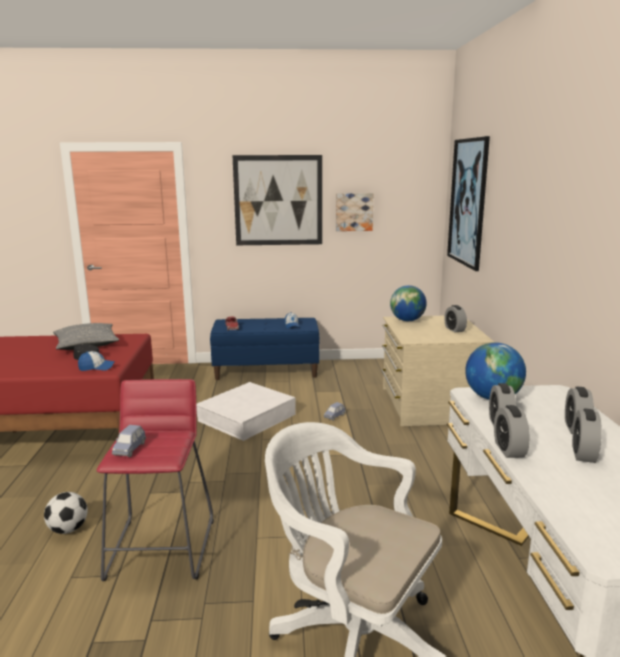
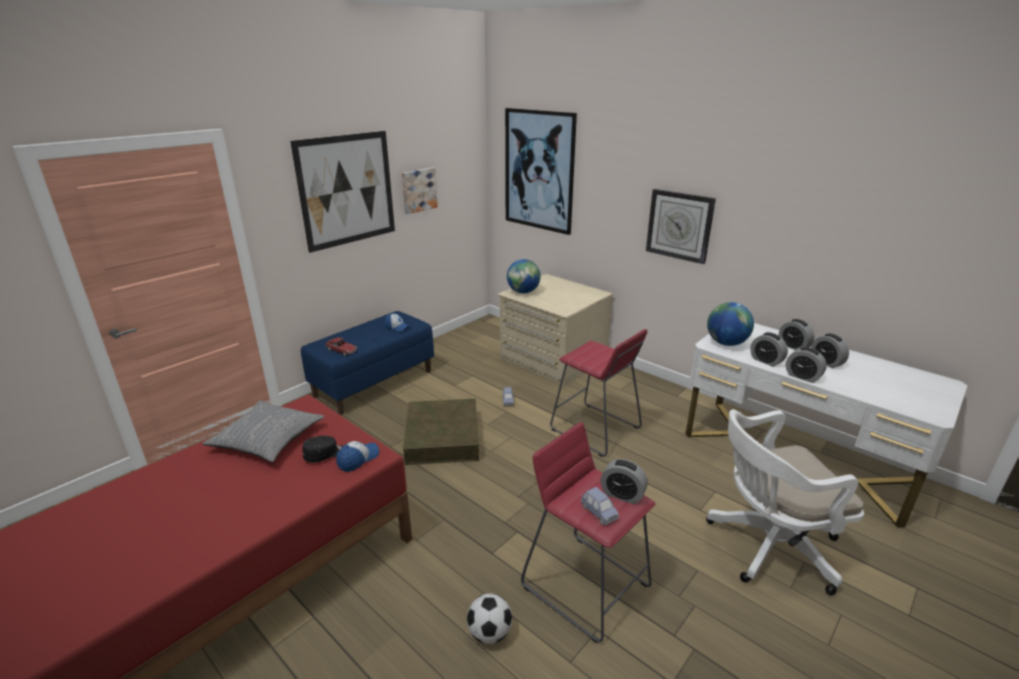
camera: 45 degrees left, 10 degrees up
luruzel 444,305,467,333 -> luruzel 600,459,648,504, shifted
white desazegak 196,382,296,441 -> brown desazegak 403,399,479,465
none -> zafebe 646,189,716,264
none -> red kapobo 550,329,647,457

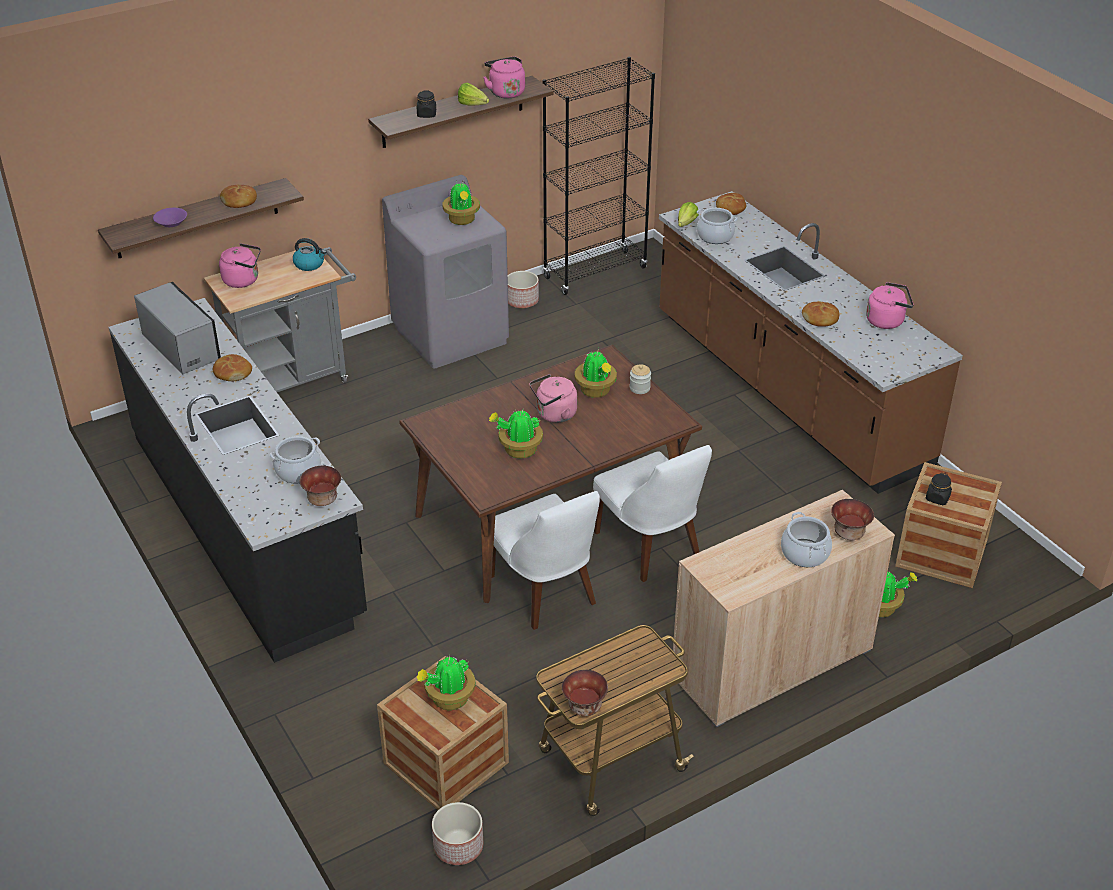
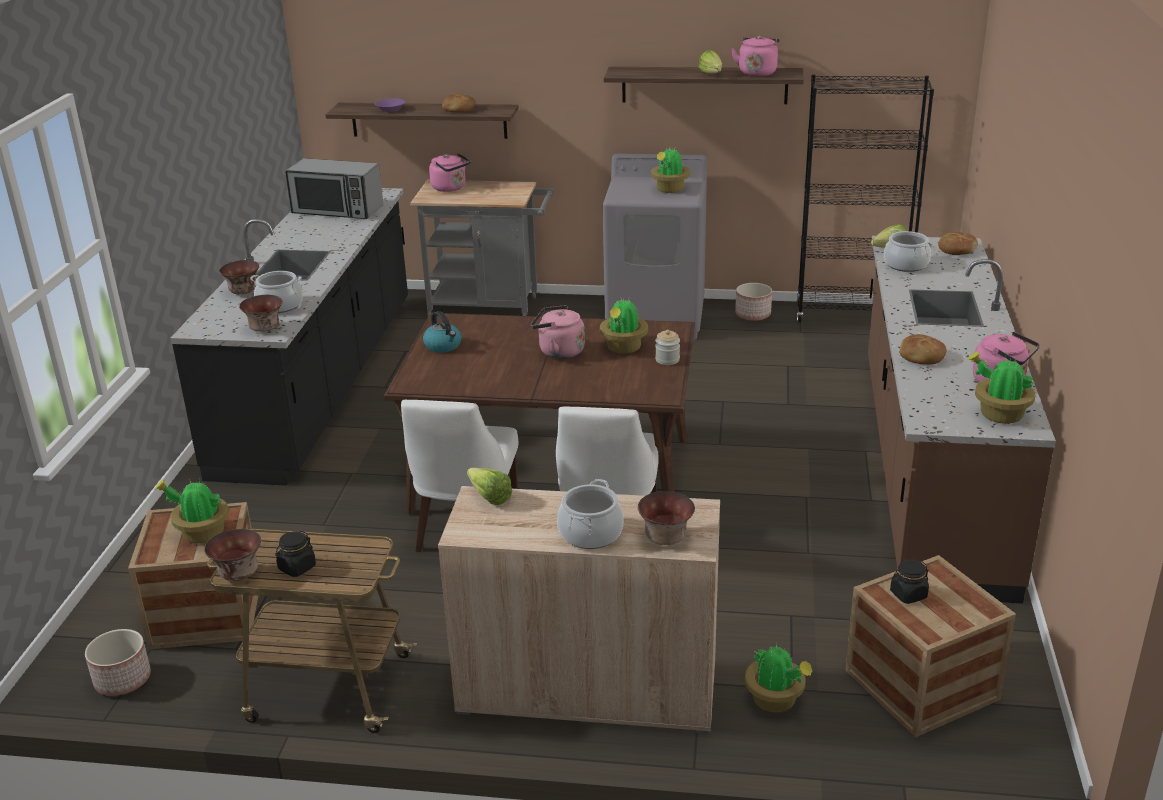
camera: 40 degrees right, 10 degrees down
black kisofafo 417,90,436,118 -> black kisofafo 275,531,316,577, shifted
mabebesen 293,238,326,271 -> mabebesen 423,311,462,353, shifted
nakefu 134,282,221,374 -> nakefu 285,158,383,219, 105 degrees clockwise
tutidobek 213,354,252,381 -> none
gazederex 489,410,543,458 -> gazederex 967,351,1037,424, shifted
none -> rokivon 219,260,259,294
none -> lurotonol 467,468,512,505

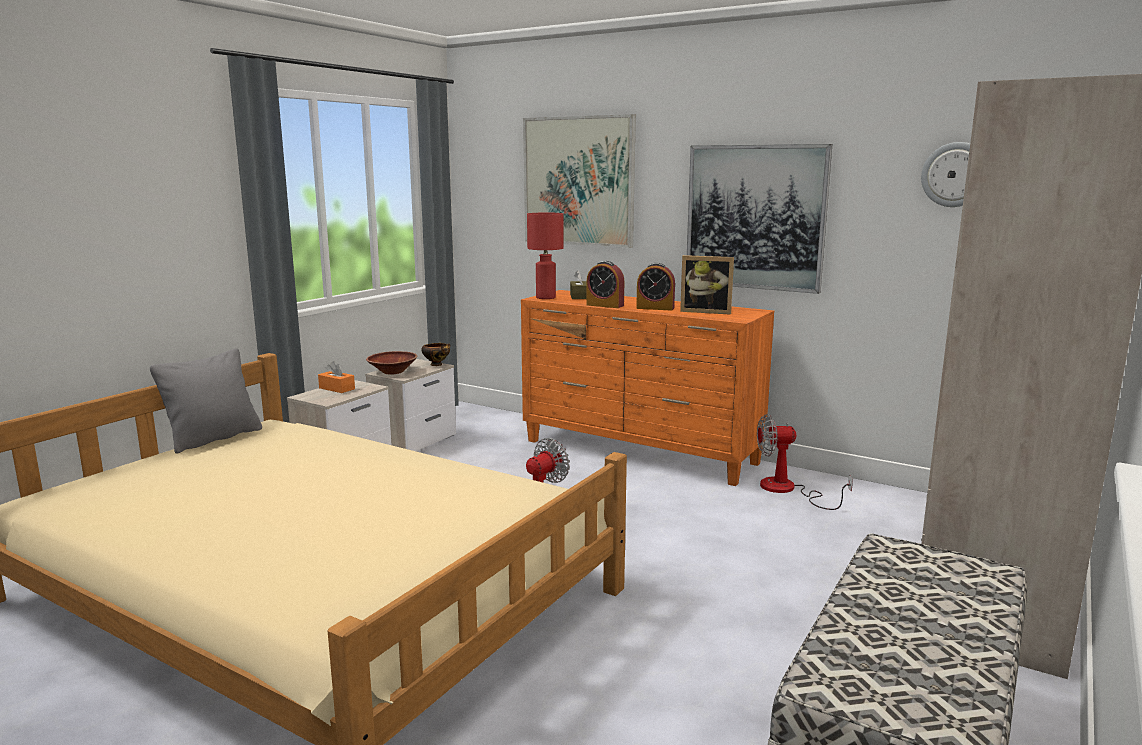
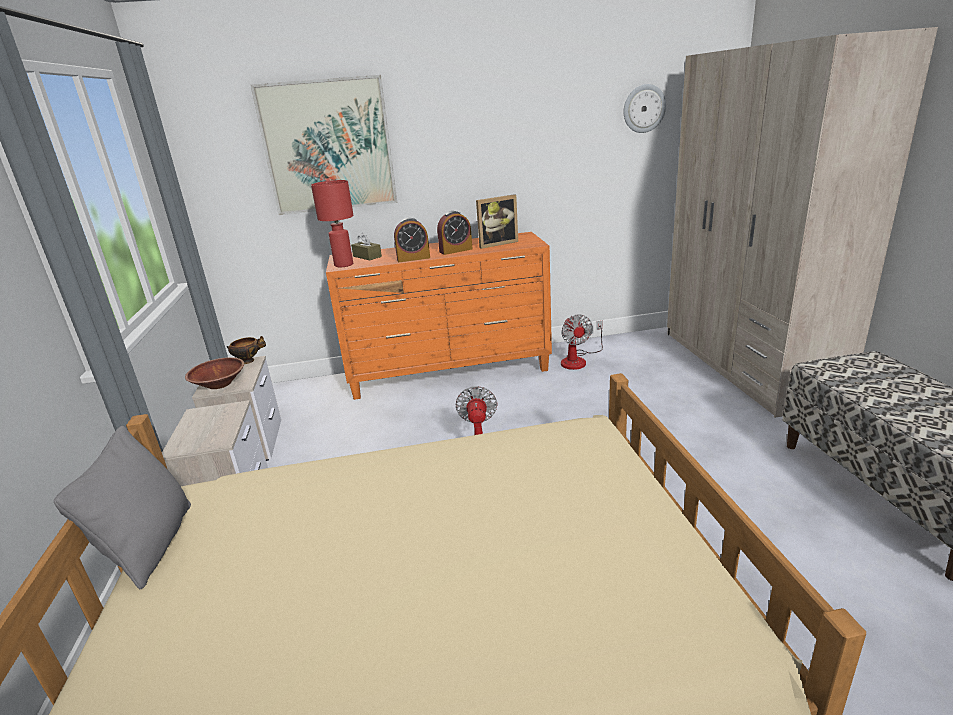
camera: 40 degrees left, 10 degrees up
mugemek 687,144,832,294 -> none
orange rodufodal 318,361,355,393 -> none
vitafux 757,414,853,510 -> vitafux 561,314,603,370, 60 degrees counterclockwise

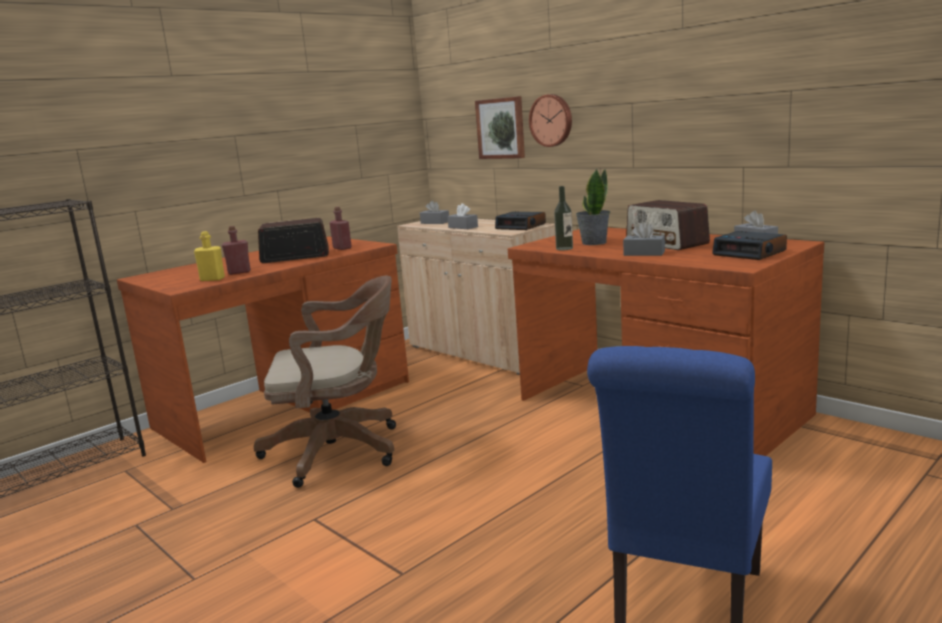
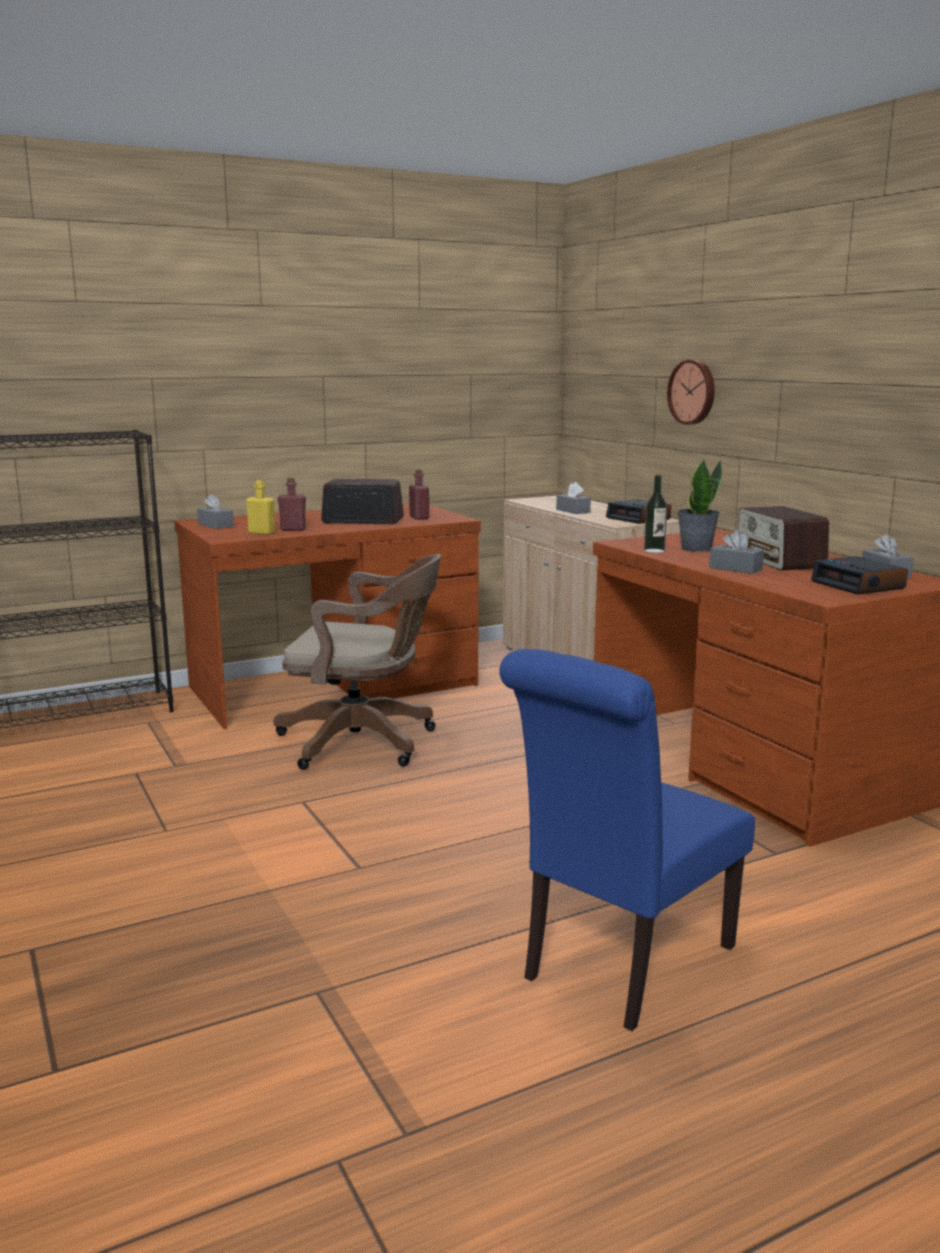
camera: 15 degrees right, 0 degrees up
mugemek 475,96,525,159 -> none
grey rodufodal 420,200,449,224 -> grey rodufodal 197,494,234,529, shifted

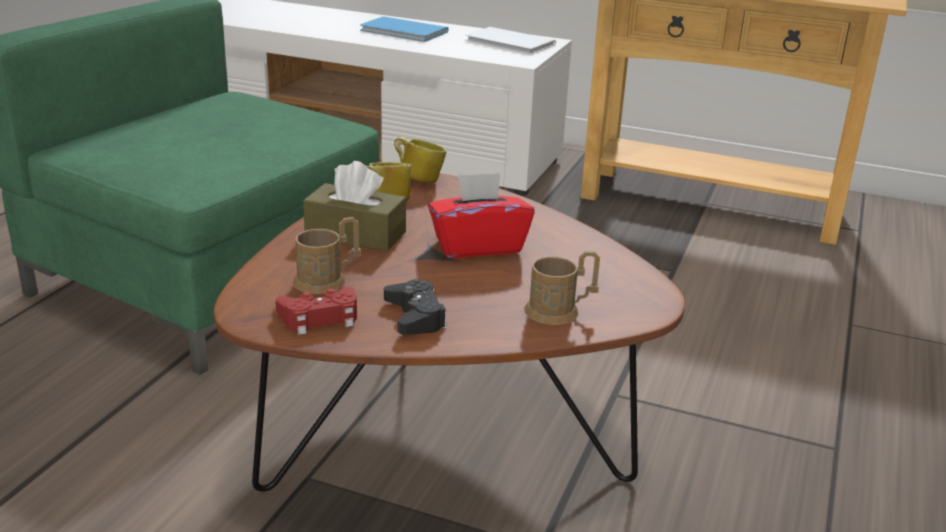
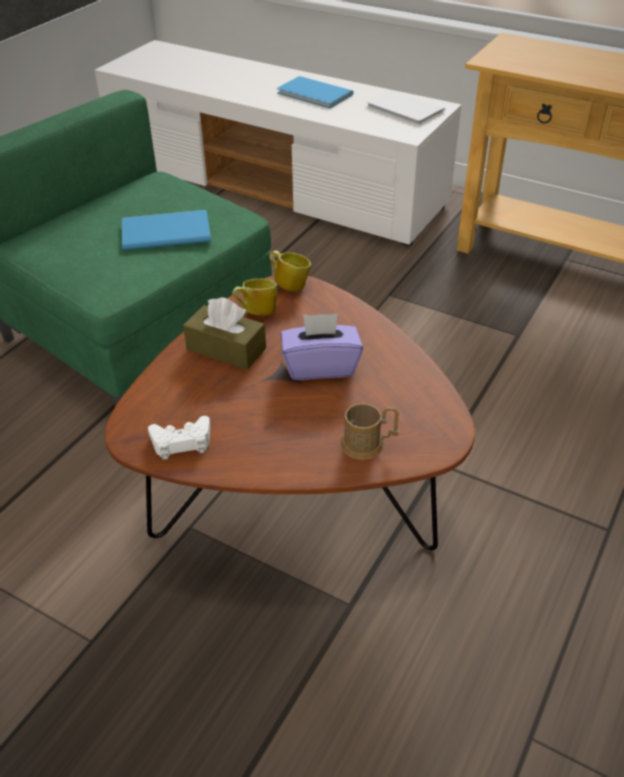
camera: 10 degrees right, 15 degrees up
red rodufodal 428,173,535,258 -> purple rodufodal 281,314,363,380
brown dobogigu 293,217,361,294 -> none
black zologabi 384,279,447,335 -> none
red zologabi 275,287,357,335 -> white zologabi 148,416,210,460
none -> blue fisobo 122,210,211,250

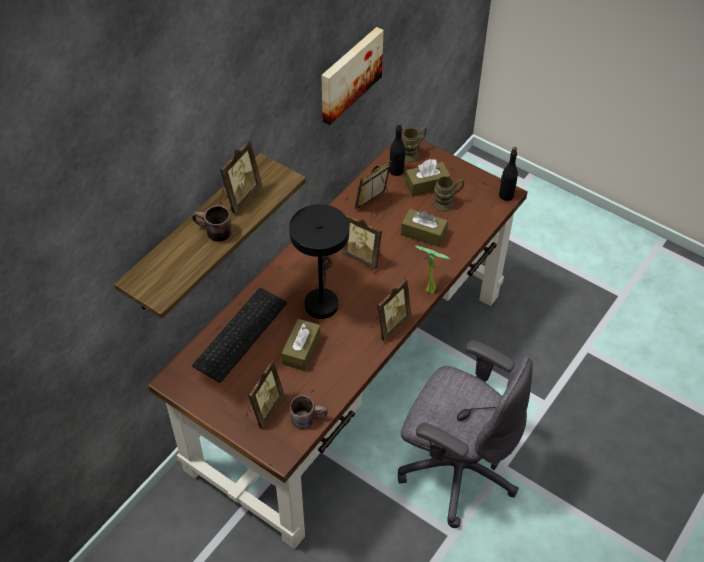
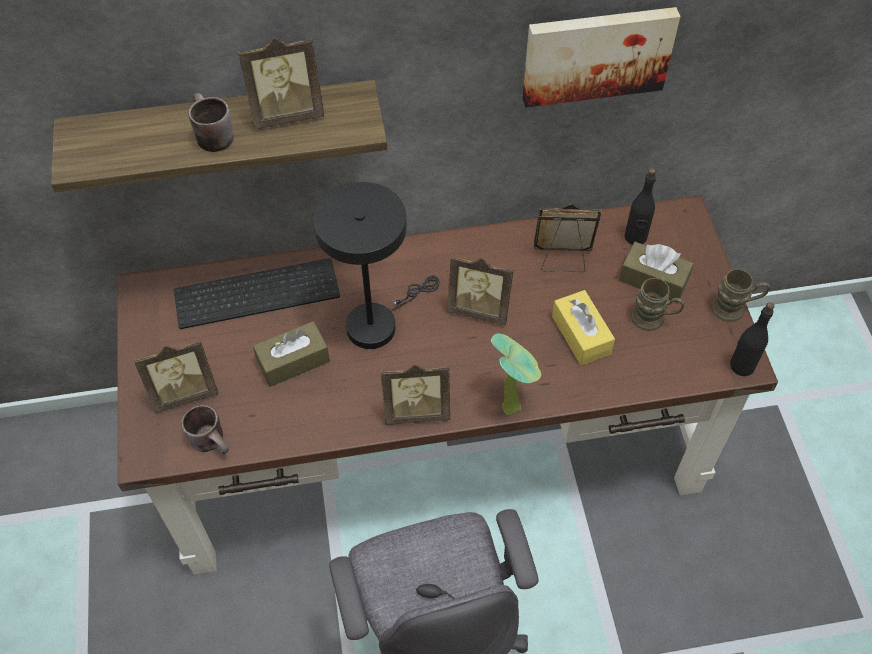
camera: 45 degrees right, 5 degrees up
brown dobogigu 402,127,427,162 -> brown dobogigu 711,269,770,322, shifted
brown rodufodal 401,209,448,247 -> yellow rodufodal 552,290,615,365
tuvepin 341,214,382,270 -> tuvepin 447,256,514,325, 60 degrees counterclockwise

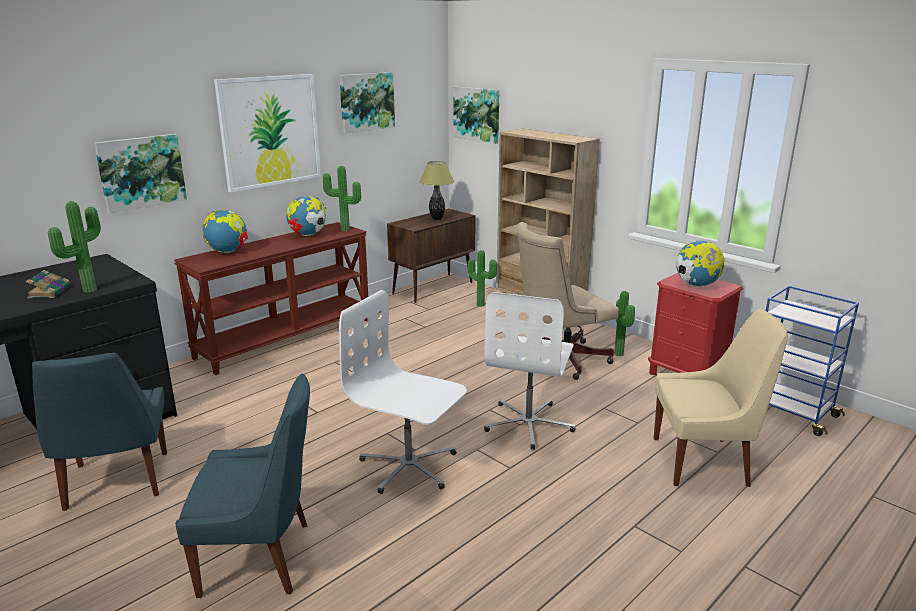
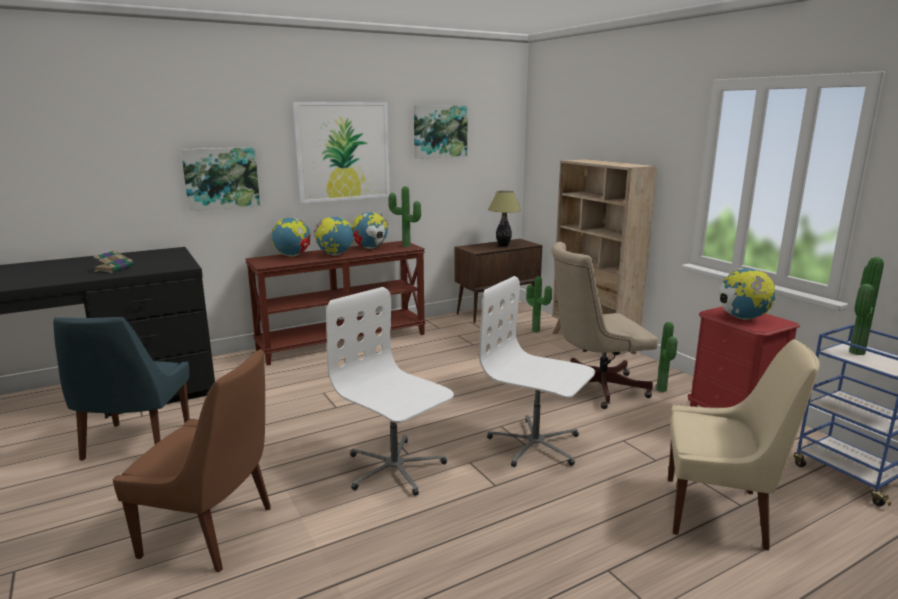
camera: 15 degrees right, 5 degrees down
mugemek 453,86,499,144 -> none
gazederex 48,201,101,293 -> gazederex 849,257,884,355, shifted
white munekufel 484,292,575,450 -> white munekufel 479,276,595,467, 90 degrees clockwise
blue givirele 175,373,310,598 -> brown givirele 113,349,271,572
none -> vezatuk 314,216,353,255

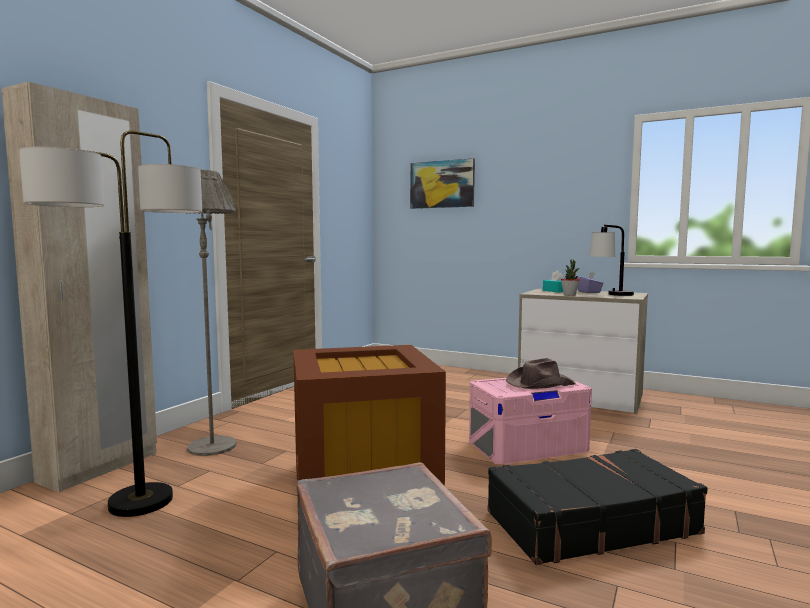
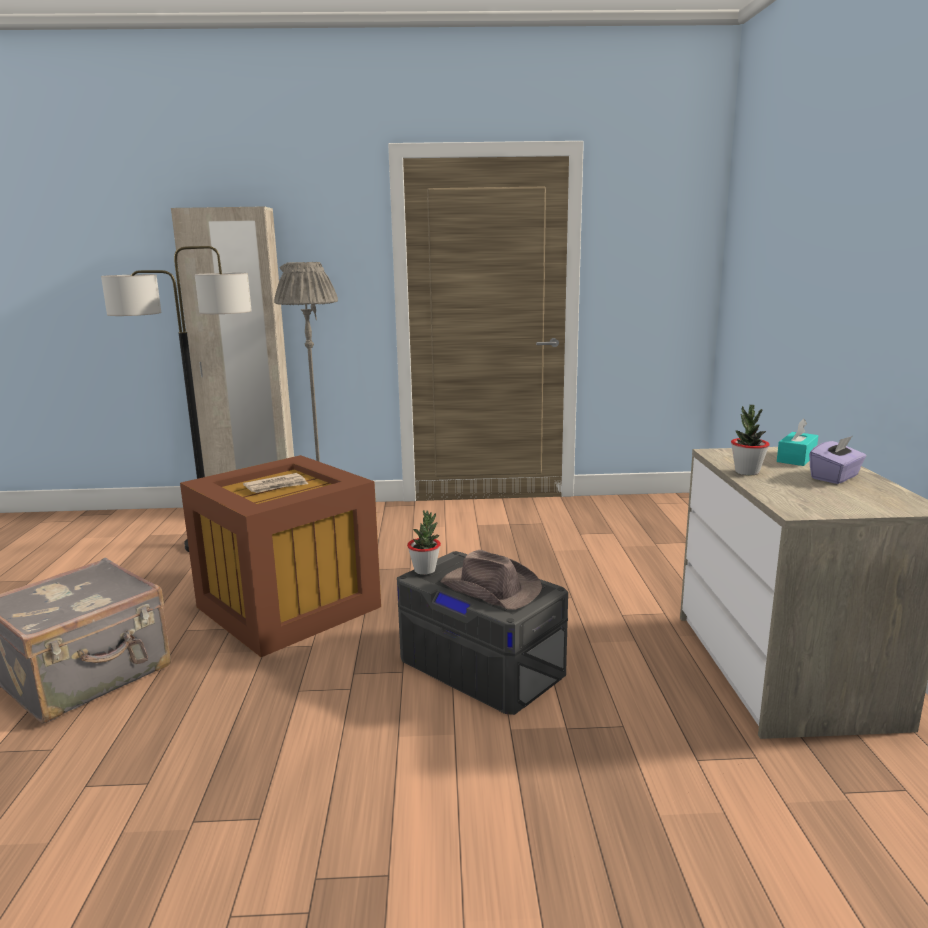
camera: 60 degrees right, 10 degrees up
mugemek 410,158,475,209 -> none
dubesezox 589,224,634,296 -> none
pink desazegak 469,378,592,464 -> grey desazegak 397,551,568,715
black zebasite 488,449,707,565 -> none
none -> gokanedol 243,473,308,493
none -> gazederex 407,510,441,575

